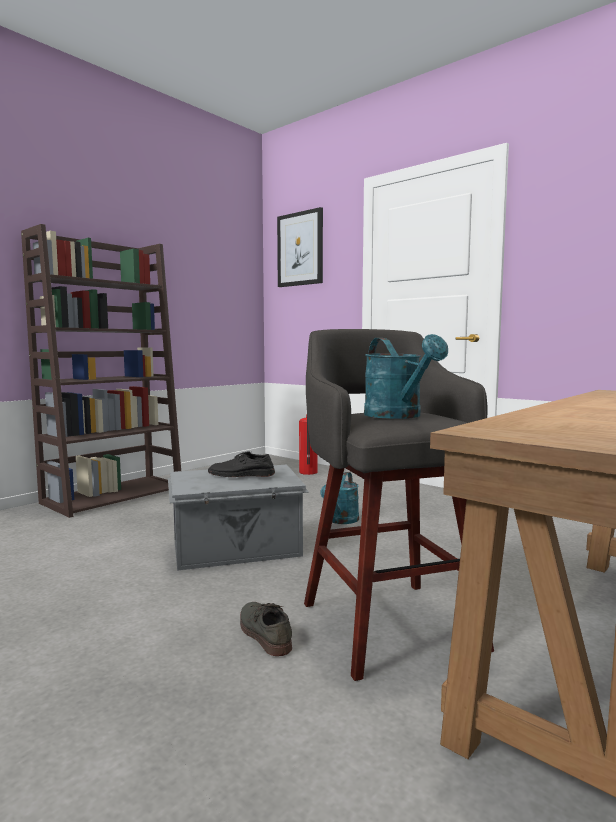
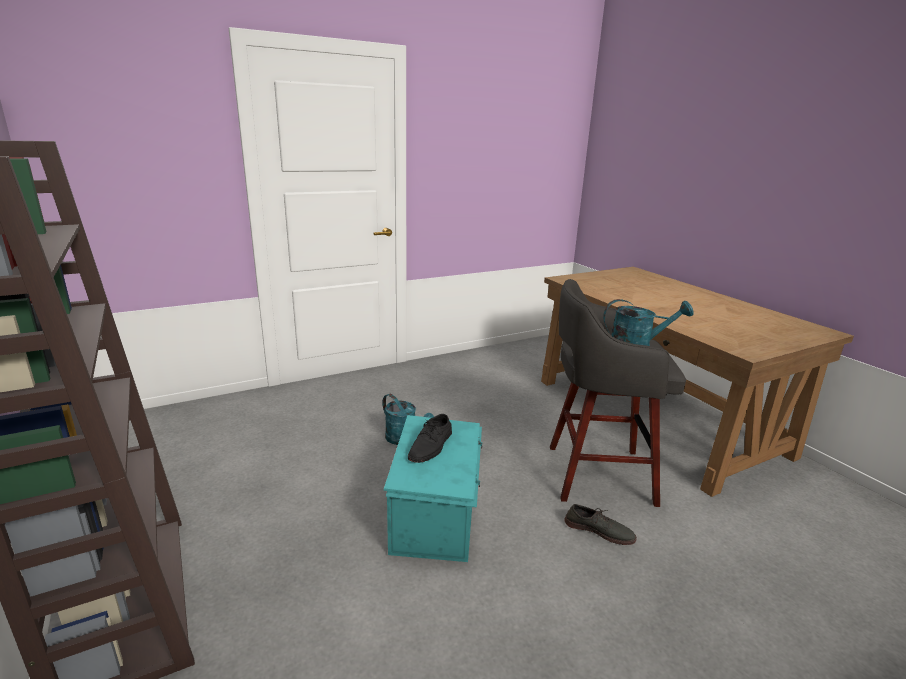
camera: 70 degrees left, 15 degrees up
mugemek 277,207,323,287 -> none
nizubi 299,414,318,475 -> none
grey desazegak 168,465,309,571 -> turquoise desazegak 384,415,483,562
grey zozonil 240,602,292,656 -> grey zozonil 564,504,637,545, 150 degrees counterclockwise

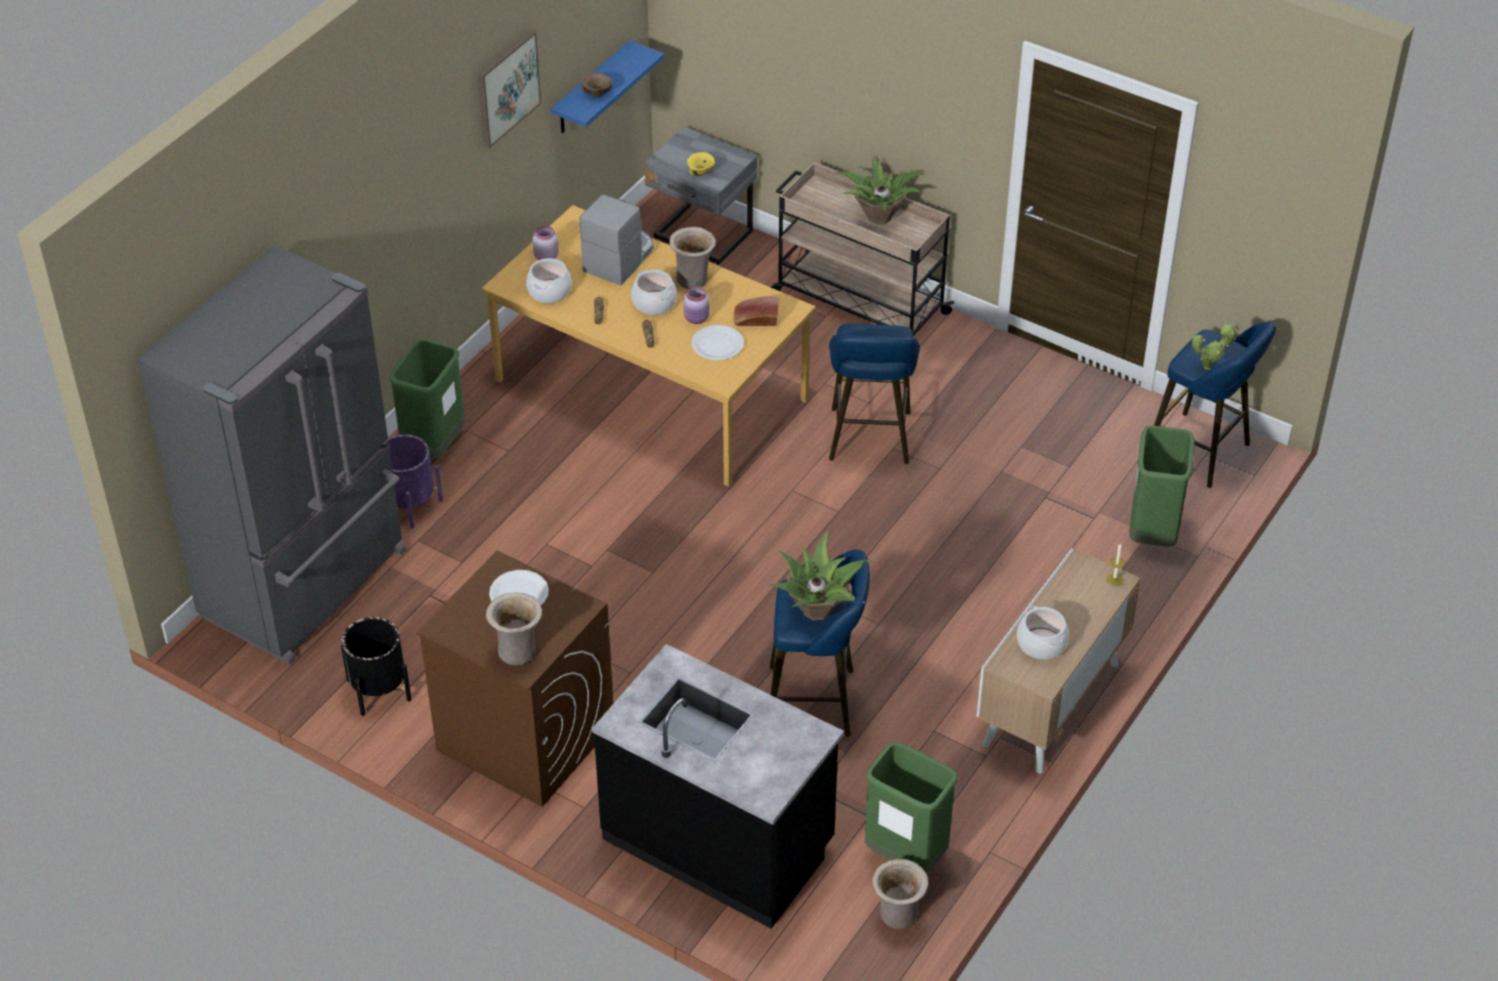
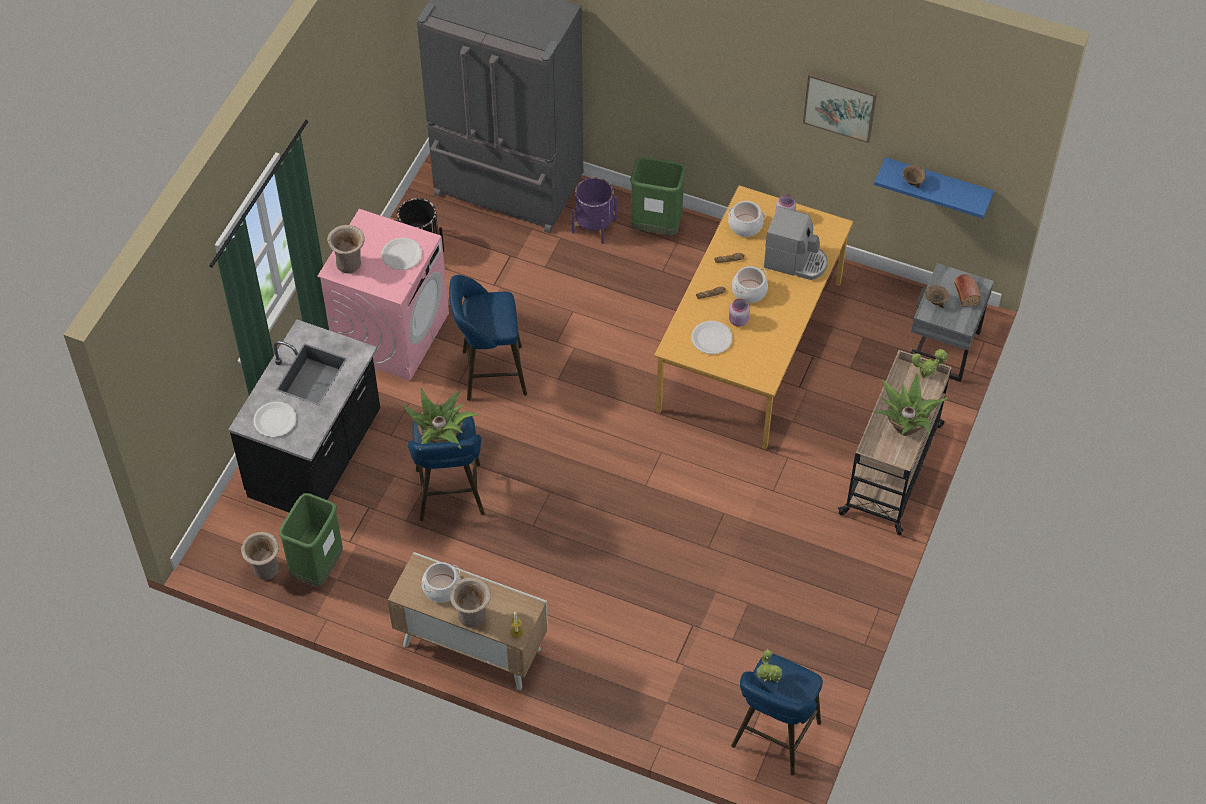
camera: 80 degrees right, 10 degrees up
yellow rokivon 687,152,716,176 -> brown rokivon 925,285,949,308
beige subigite 669,227,716,289 -> beige subigite 450,577,491,627, shifted
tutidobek 734,296,779,326 -> tutidobek 954,274,981,307, shifted
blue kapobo 829,324,920,464 -> blue kapobo 449,275,527,401, shifted
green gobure 1130,425,1195,547 -> none
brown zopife 417,550,614,807 -> pink zopife 317,209,449,381
none -> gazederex 912,349,948,379
none -> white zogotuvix 253,401,297,437

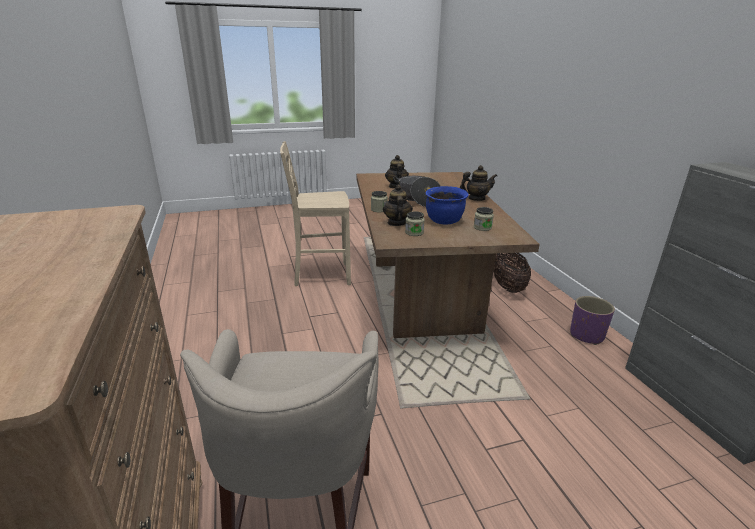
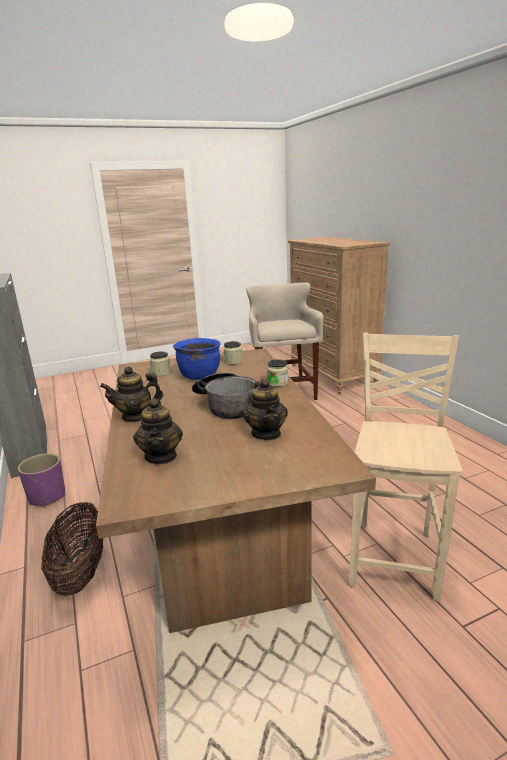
camera: 175 degrees right, 5 degrees down
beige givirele 280,141,351,286 -> beige givirele 349,333,462,602, 60 degrees counterclockwise
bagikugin 383,184,413,226 -> bagikugin 133,398,183,464, shifted

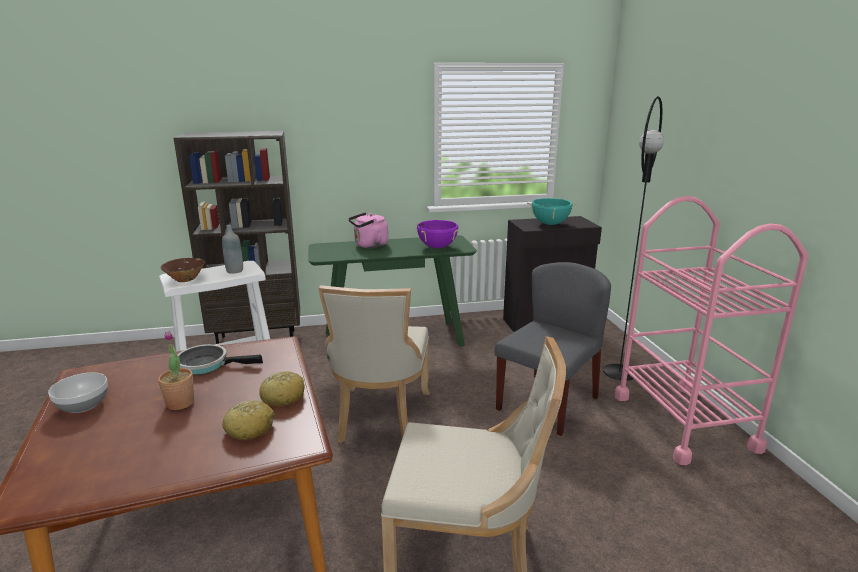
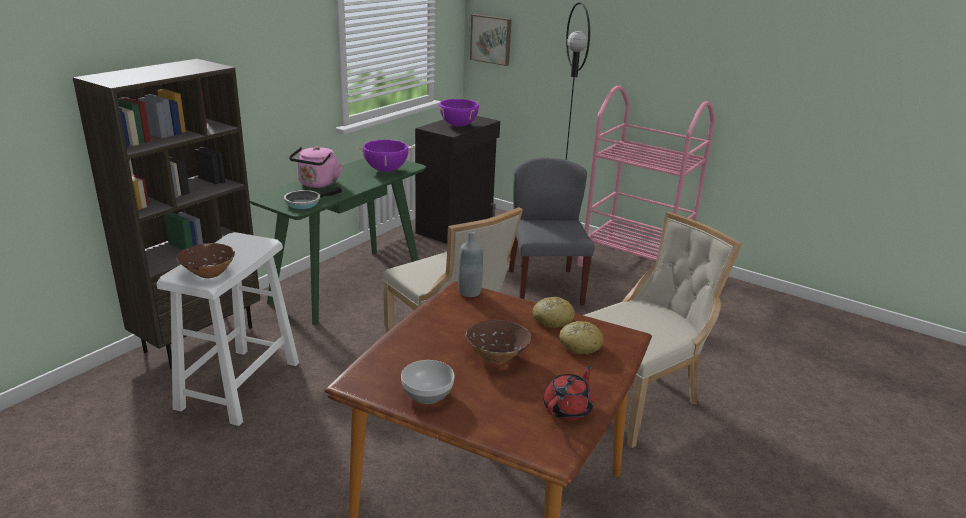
camera: 45 degrees left, 5 degrees up
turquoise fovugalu 527,198,577,225 -> purple fovugalu 439,99,479,127
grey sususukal 222,225,243,274 -> grey sususukal 458,231,483,297, shifted
gazederex 158,331,194,410 -> brown rokivon 465,320,531,363
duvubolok 177,344,263,375 -> duvubolok 284,187,342,209, shifted
none -> mugemek 470,14,512,66
none -> red bagikugin 543,366,594,420

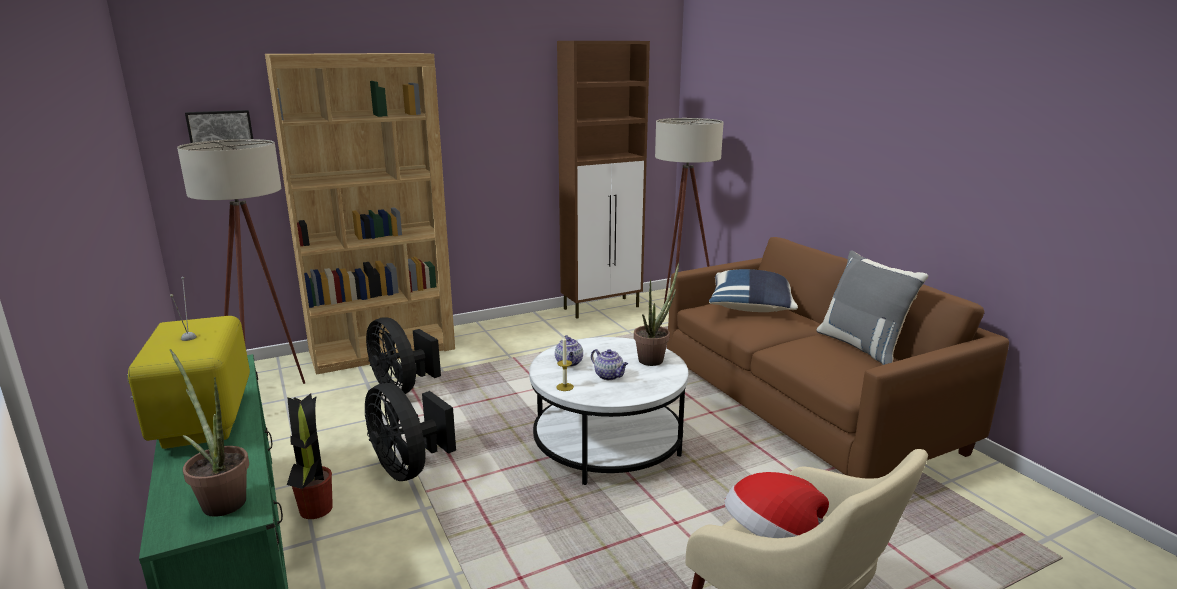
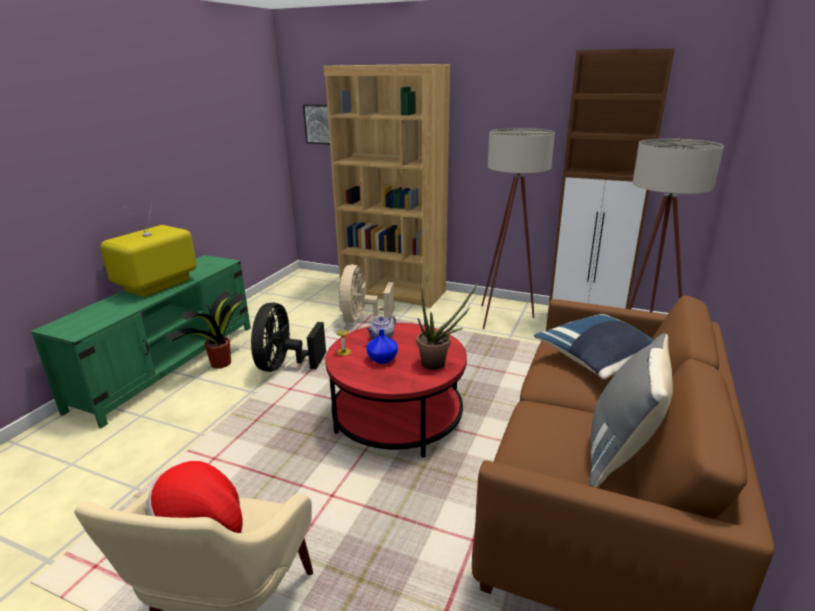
camera: 50 degrees right, 5 degrees up
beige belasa 177,139,305,384 -> beige belasa 481,128,555,329, shifted
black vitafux 366,317,441,394 -> beige vitafux 338,264,394,323
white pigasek 529,337,688,485 -> red pigasek 325,323,467,458
gazederex 170,349,249,517 -> none
bagikugin 591,349,628,380 -> blue subigite 366,329,398,364

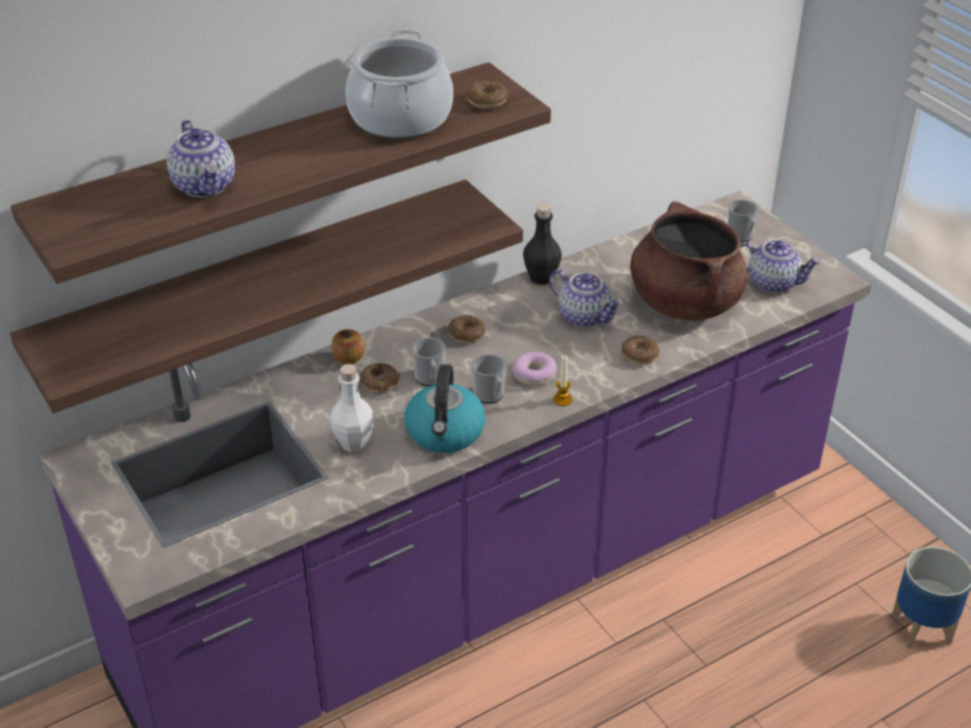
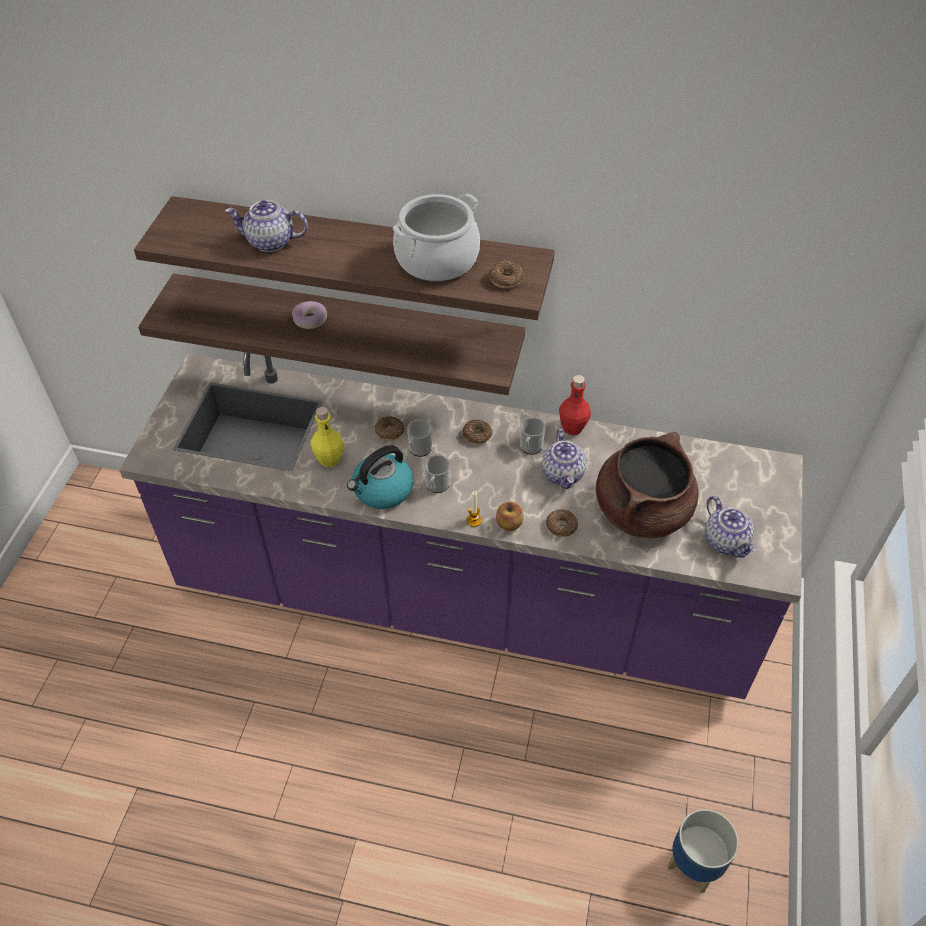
camera: 45 degrees right, 10 degrees up
bagikugin 167,120,235,198 -> bagikugin 225,200,308,252, 75 degrees clockwise
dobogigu 727,200,758,243 -> dobogigu 520,417,546,454, shifted
black sususukal 523,204,562,285 -> red sususukal 559,375,591,435
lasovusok 332,329,365,364 -> lasovusok 496,502,524,531, shifted
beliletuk 512,352,557,386 -> beliletuk 292,301,327,329, shifted
white sususukal 330,364,375,452 -> yellow sususukal 311,407,344,467

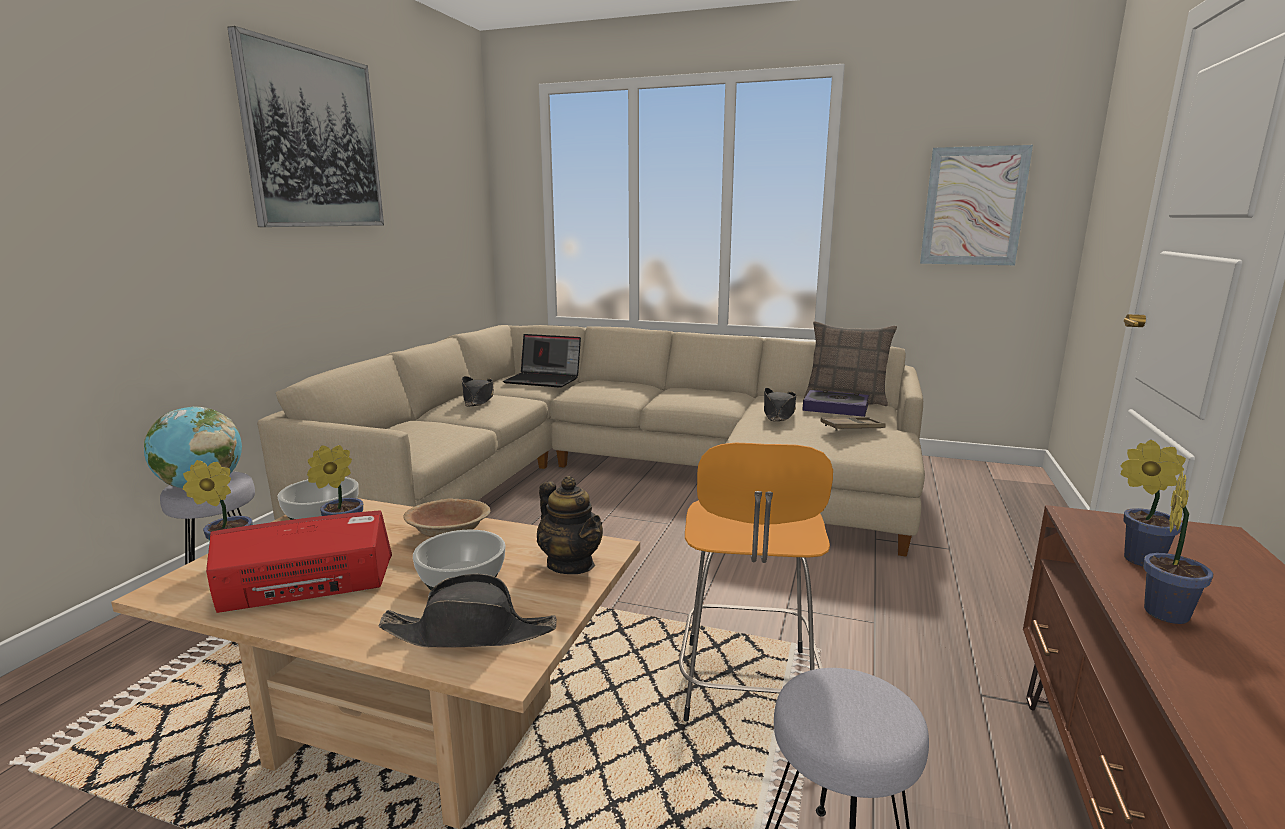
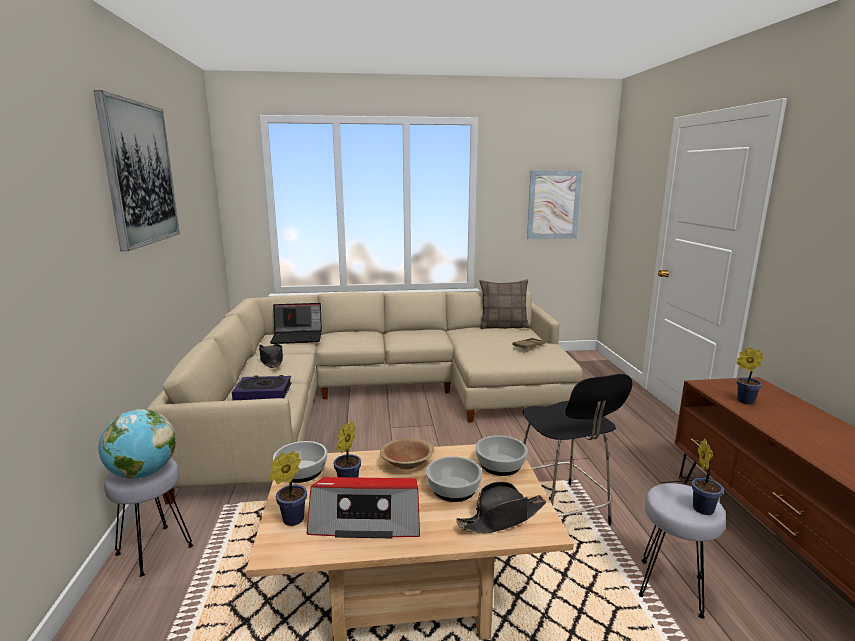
camera: 25 degrees left, 0 degrees up
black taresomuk 764,388,796,421 -> none
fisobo 802,390,869,417 -> fisobo 232,375,292,400, shifted
orange kapobo 679,443,833,722 -> black kapobo 523,374,632,525
gazederex 1143,470,1213,624 -> gazederex 692,439,723,515, shifted
bagikugin 537,476,603,574 -> rokivon 475,435,528,476
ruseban 206,511,392,613 -> ruseban 307,477,420,538, 135 degrees counterclockwise

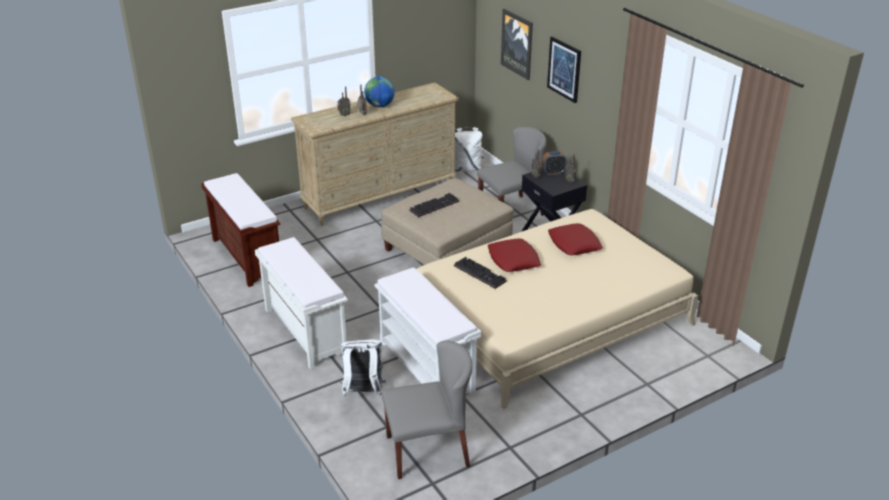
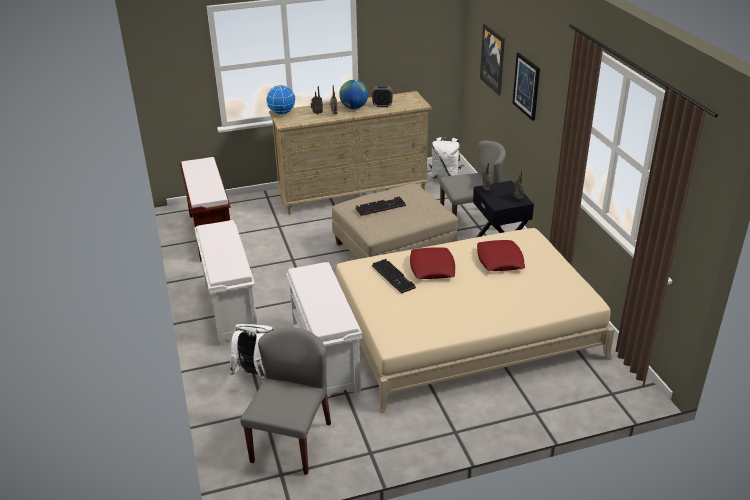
camera: 15 degrees right, 0 degrees up
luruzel 542,151,566,175 -> luruzel 372,85,393,107, shifted
grey givirele 382,341,472,479 -> grey givirele 240,327,331,475, 75 degrees counterclockwise
none -> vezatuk 266,85,296,115

